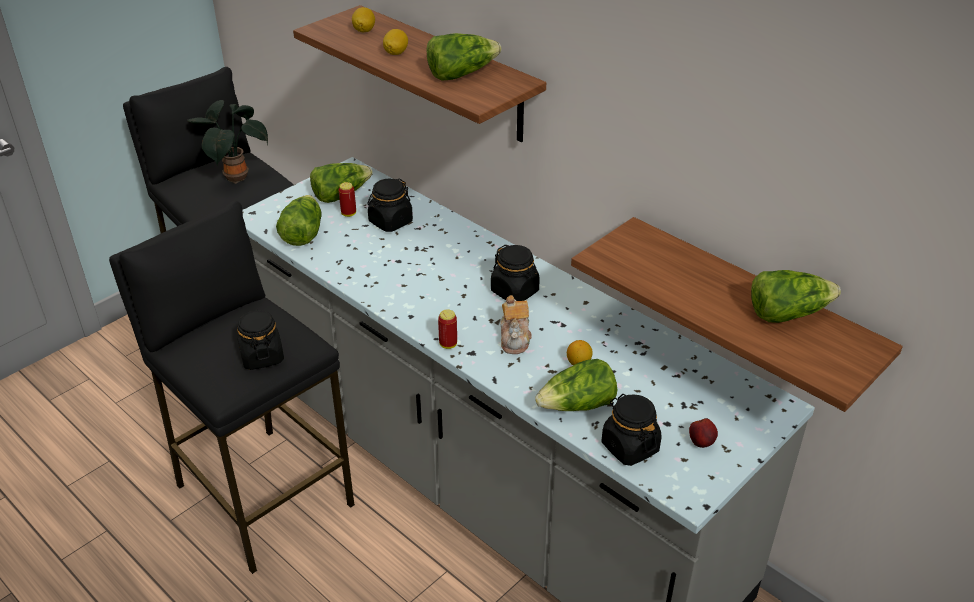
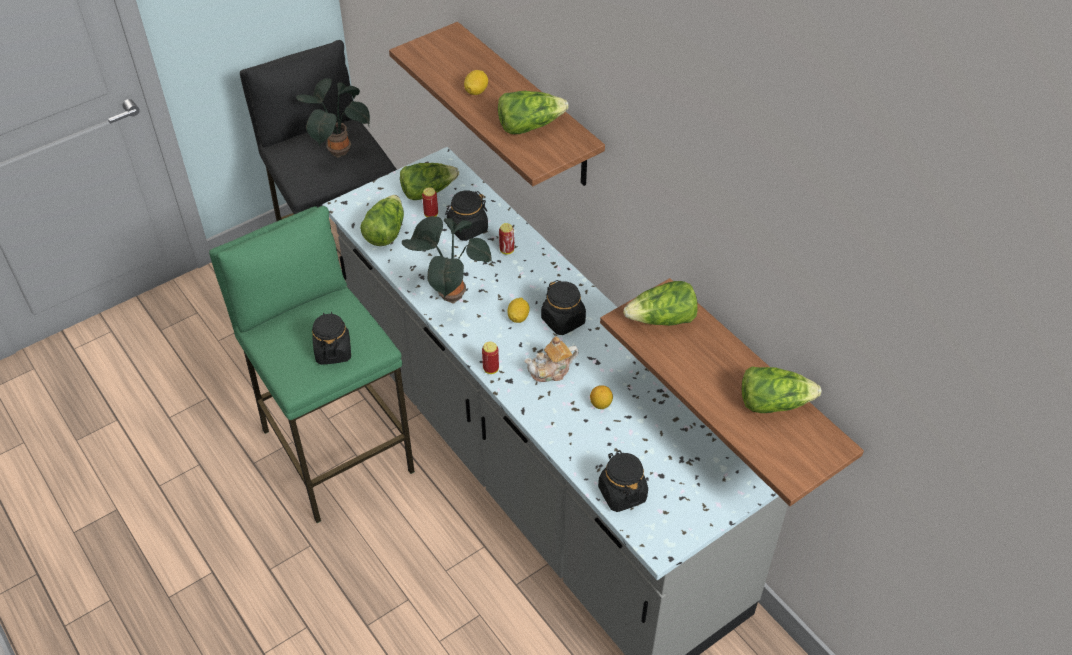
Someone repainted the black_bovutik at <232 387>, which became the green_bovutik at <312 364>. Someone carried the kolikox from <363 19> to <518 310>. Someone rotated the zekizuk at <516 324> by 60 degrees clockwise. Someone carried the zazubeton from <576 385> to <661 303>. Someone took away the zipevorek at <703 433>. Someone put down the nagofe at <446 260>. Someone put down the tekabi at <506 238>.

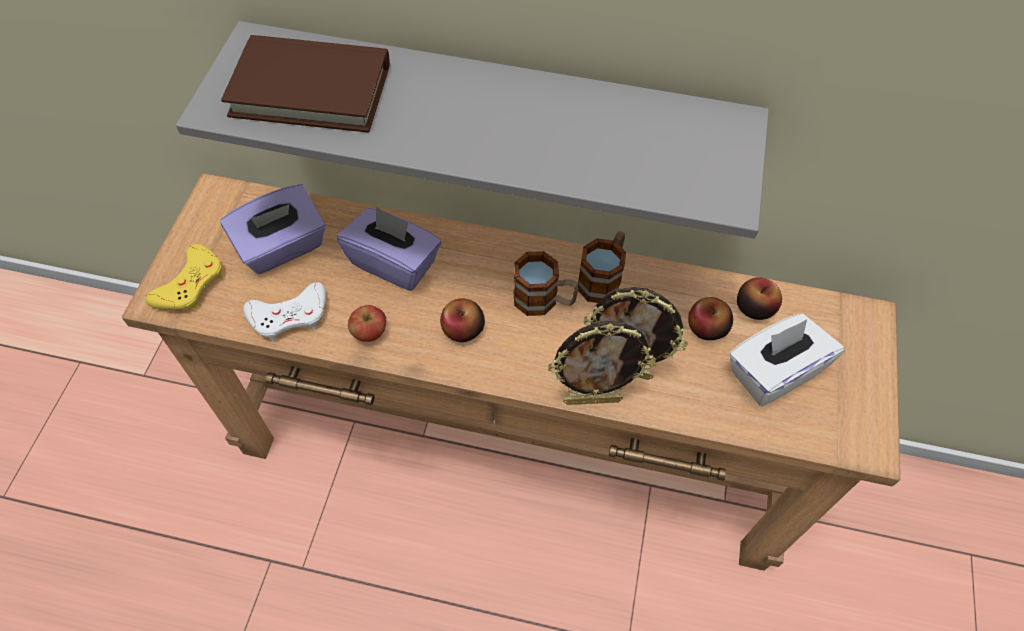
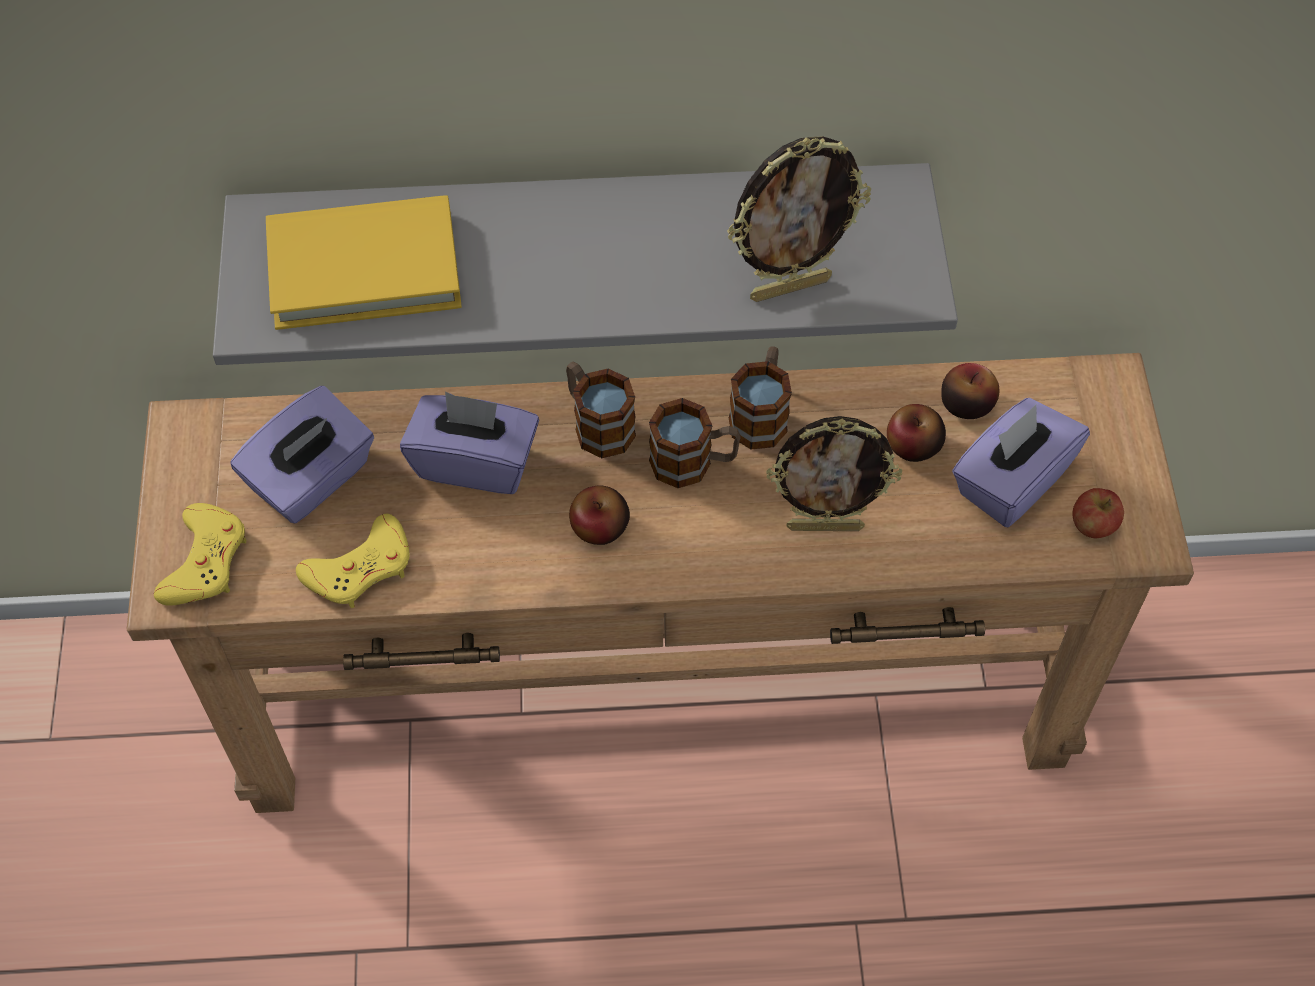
Someone repainted the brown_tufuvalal at <305 83>, which became the yellow_tufuvalal at <364 262>. Someone repainted the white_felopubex at <284 312>, which became the yellow_felopubex at <353 561>. Someone carried the zipevorek from <367 323> to <1098 513>. Someone carried the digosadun from <602 363> to <799 219>. Someone repainted the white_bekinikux at <786 359>, which became the purple_bekinikux at <1021 463>. Someone put down the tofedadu at <601 409>.

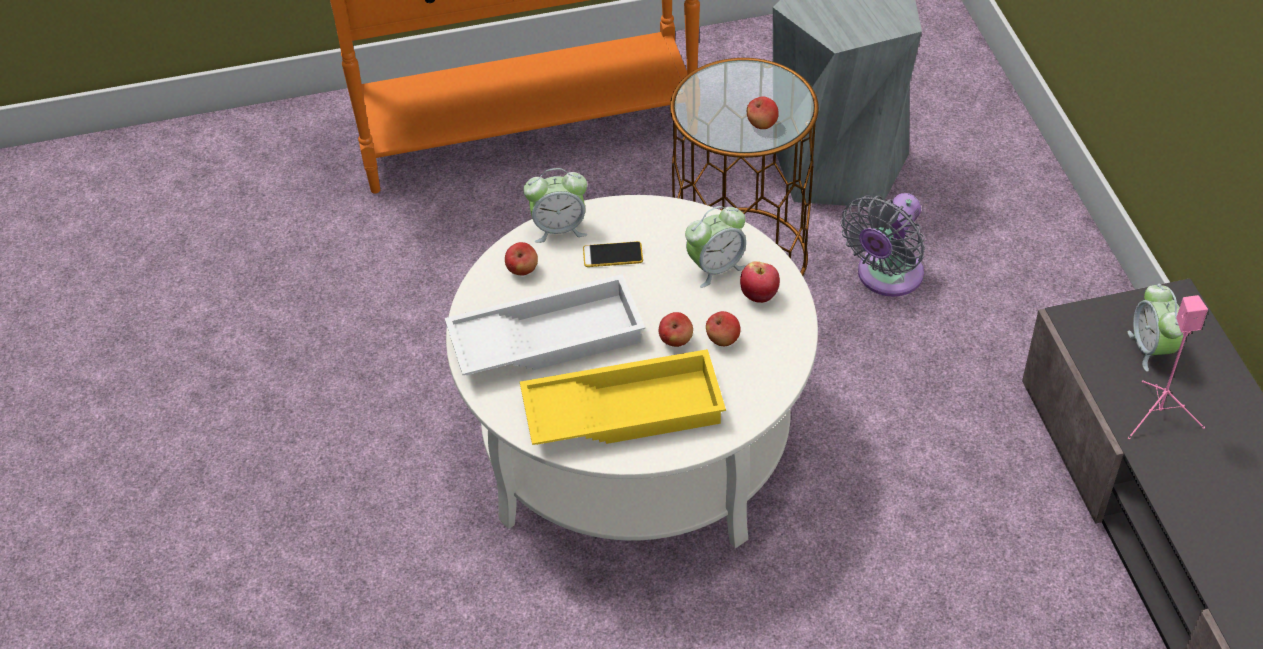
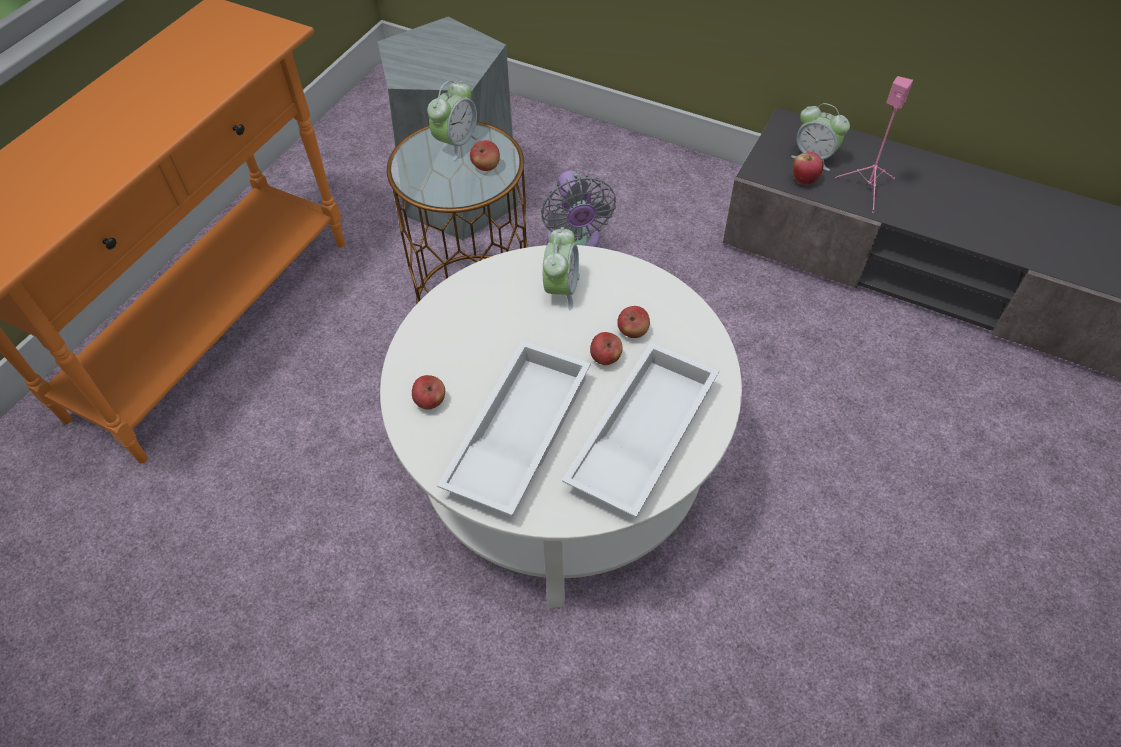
Someone repainted the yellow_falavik at <623 397>, which became the white_falavik at <640 429>. Someone carried the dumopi from <555 205> to <453 120>. Someone took away the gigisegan at <613 254>. Someone carried the zipevorek from <760 282> to <808 168>.

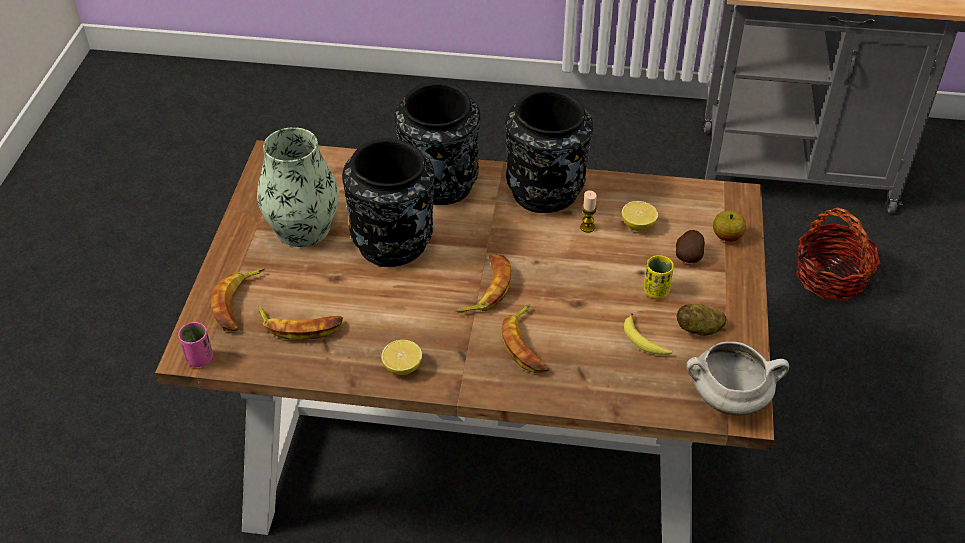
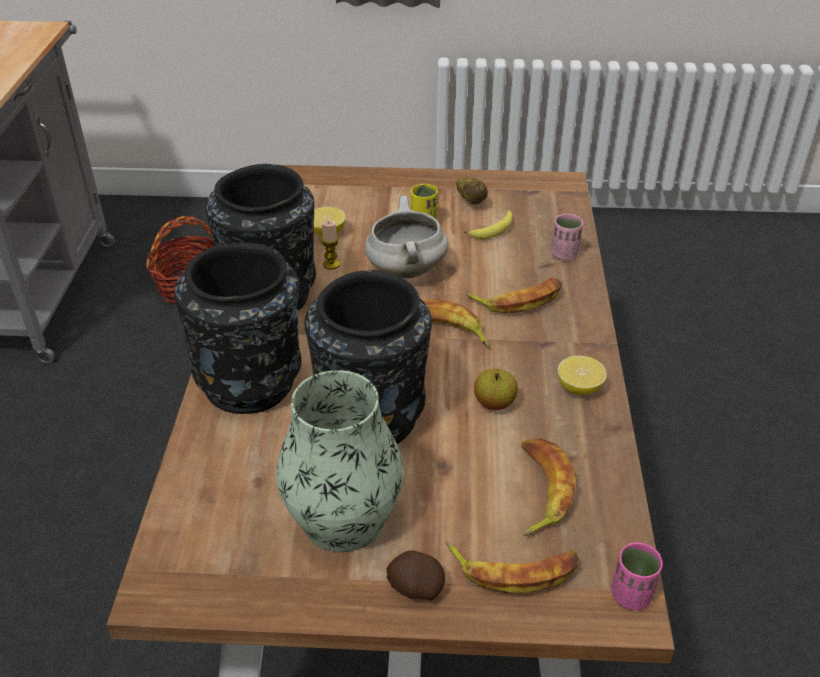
Someone carried the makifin from <690 246> to <415 575>. Someone carried the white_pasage from <737 379> to <406 237>. Someone carried the zipevorek from <729 226> to <496 389>. Someone put down the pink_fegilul at <567 237>.

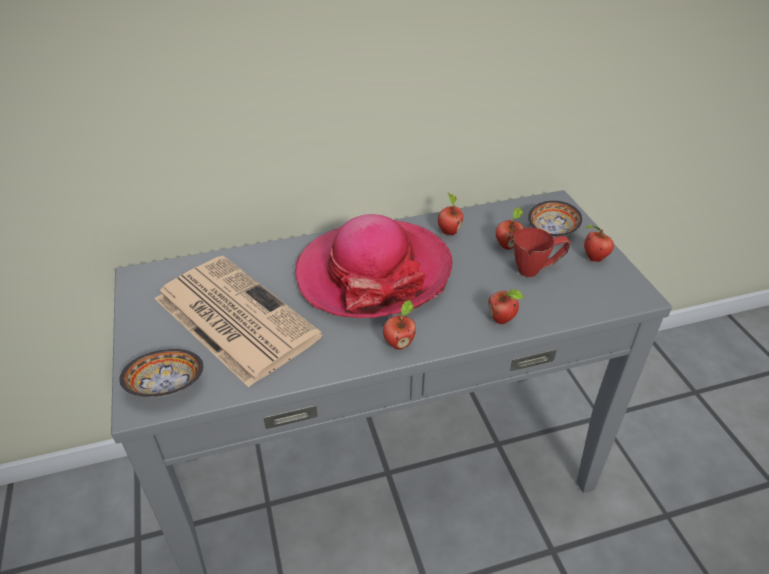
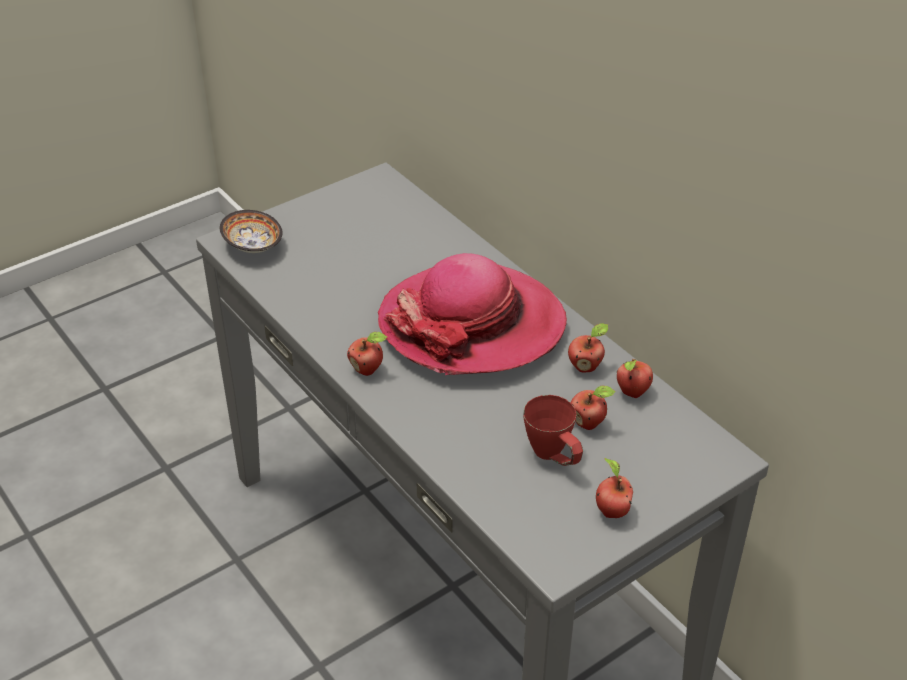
Someone took away the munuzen at <238 321>. Someone carried the zipevorek from <506 306> to <635 378>. Someone took away the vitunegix at <555 219>.

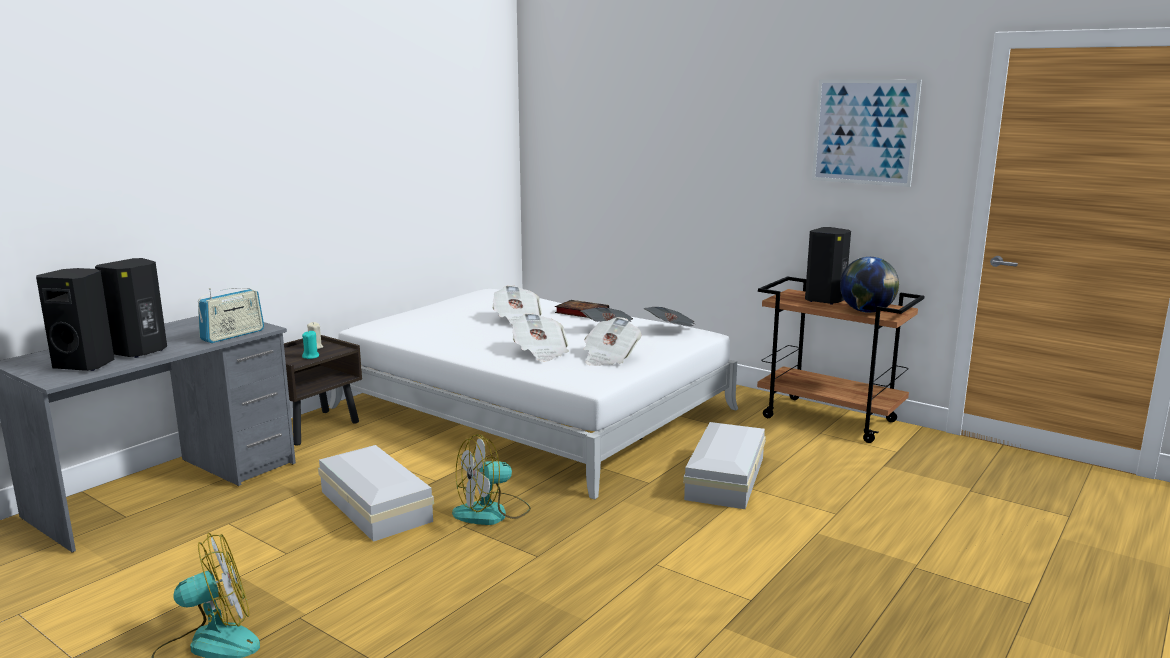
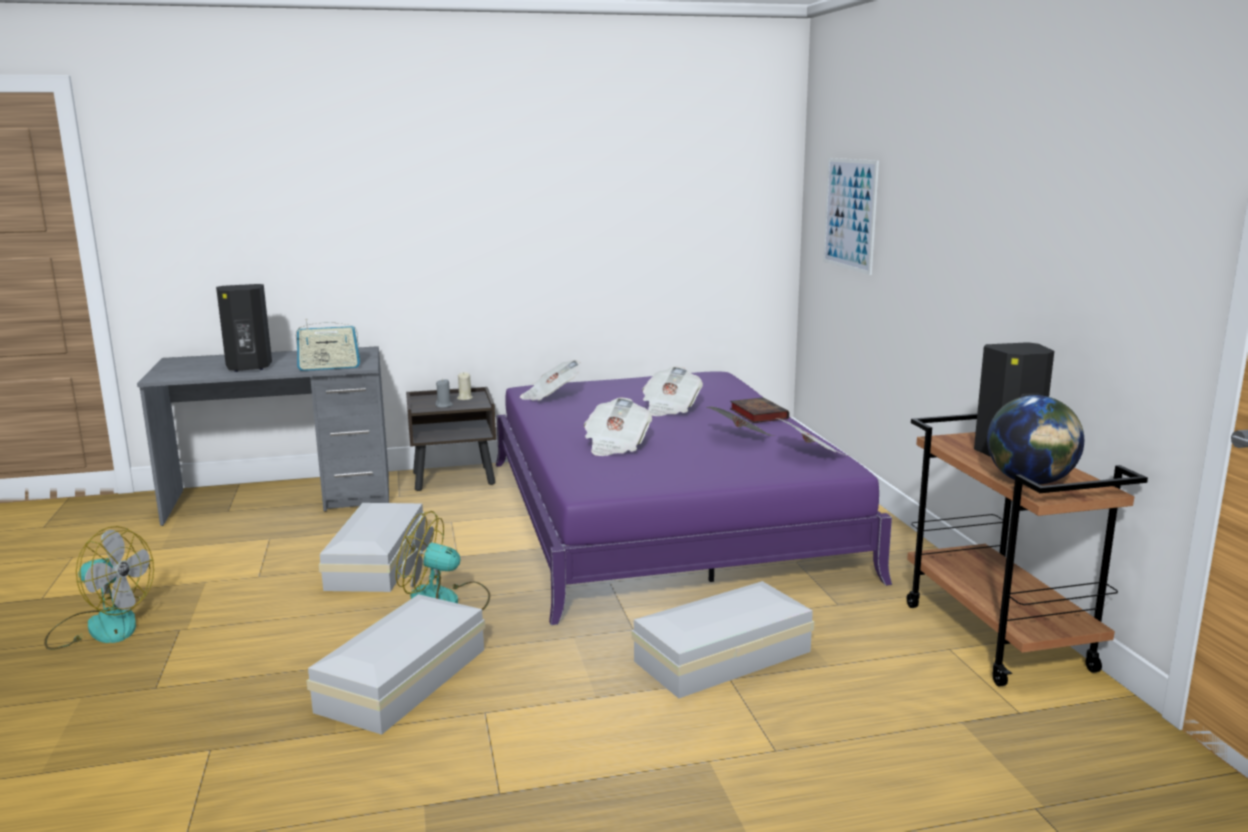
Someone took away the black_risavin at <75 319>. Someone repainted the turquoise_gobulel at <310 345>, which became the grey_gobulel at <444 393>. Someone repainted the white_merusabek at <533 394>, which became the purple_merusabek at <694 498>. Someone carried the munuzen from <613 341> to <550 380>. Someone carried the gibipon from <867 133> to <851 216>. Someone put down the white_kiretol at <395 664>.

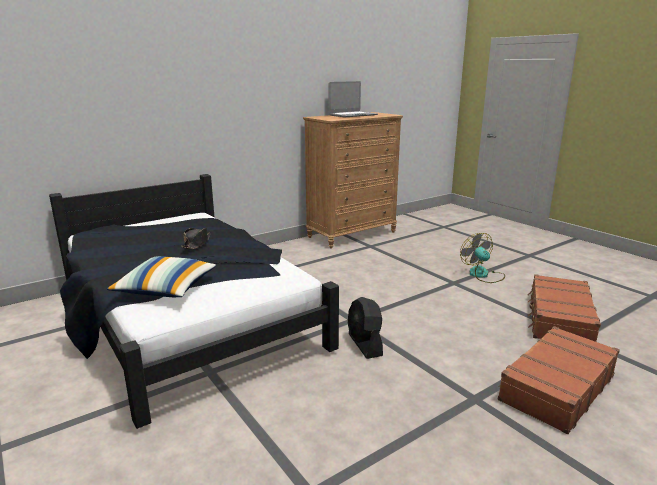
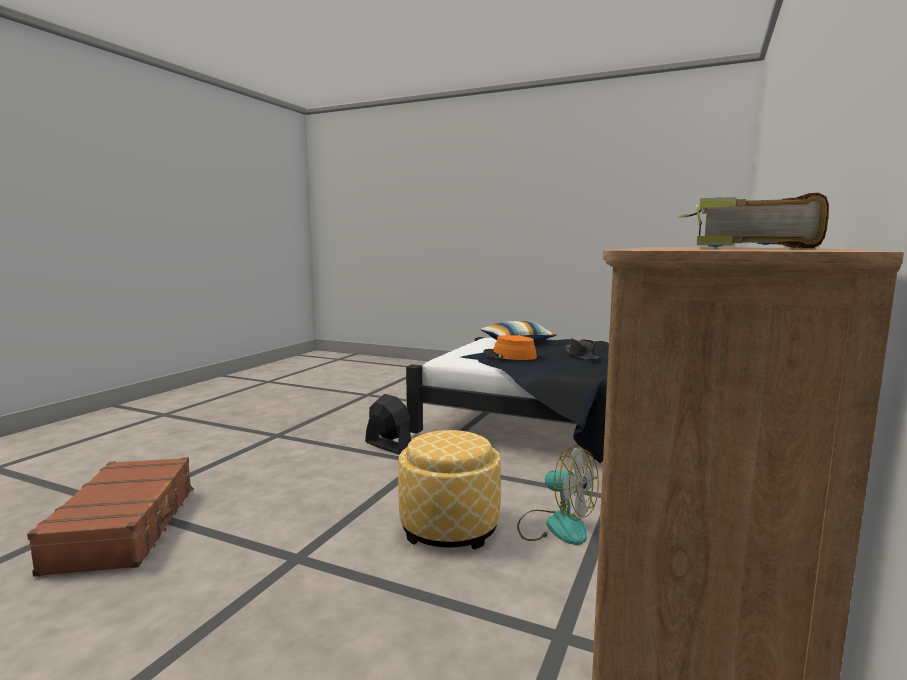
Someone swapped the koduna at <353 99> for the tufuvalal at <753 220>. Someone carried the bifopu from <482 258> to <558 495>. Someone took away the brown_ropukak at <559 380>. Someone put down the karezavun at <449 489>. Someone put down the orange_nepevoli at <510 347>.

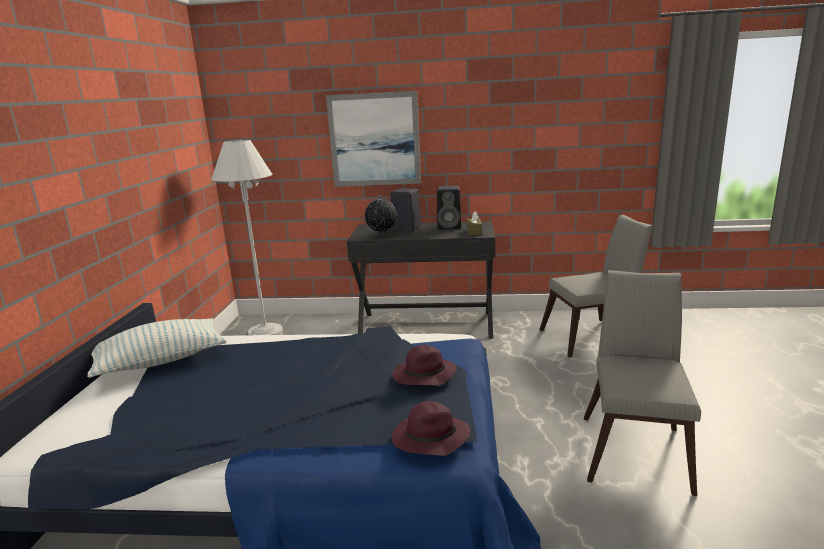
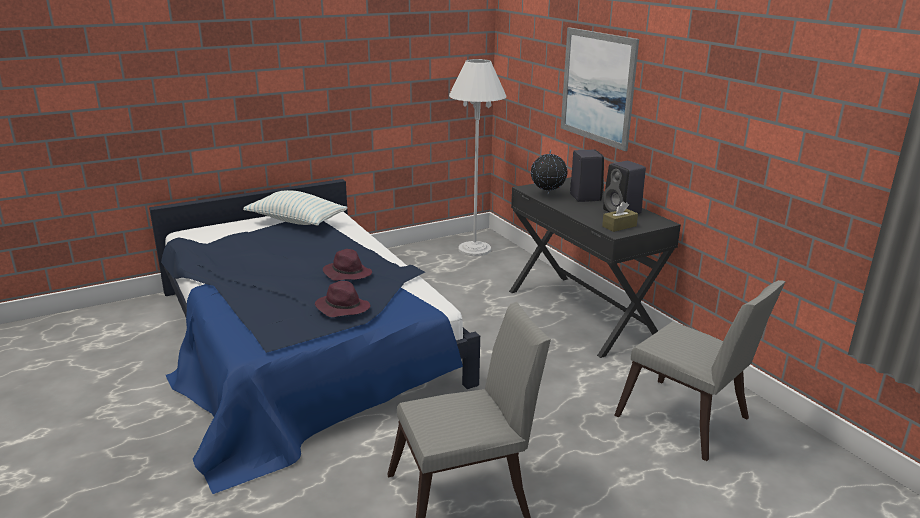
Someone carried the purple_nepevoli from <431 428> to <347 265>.

